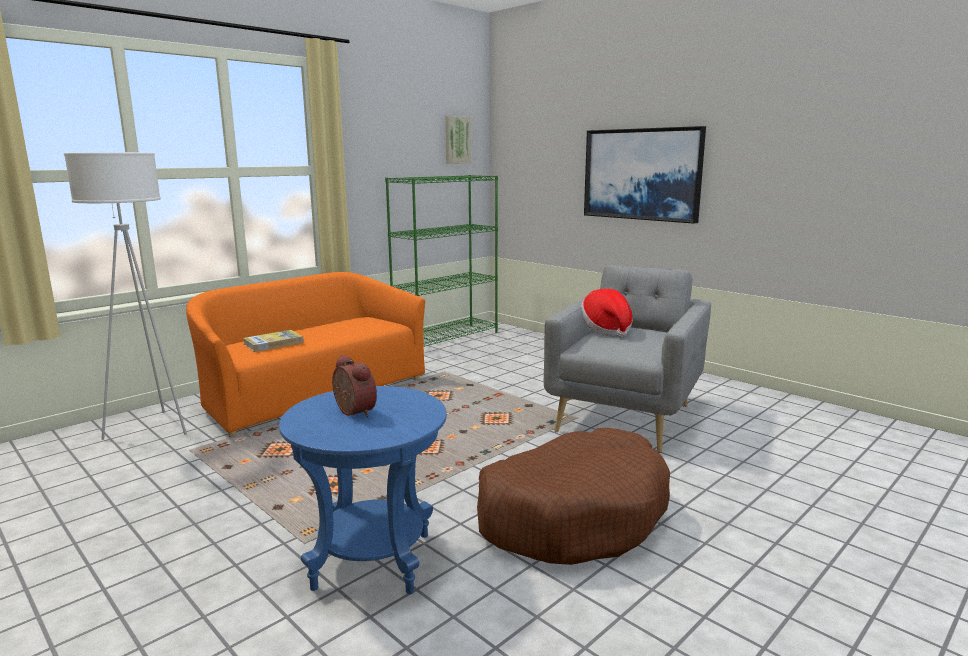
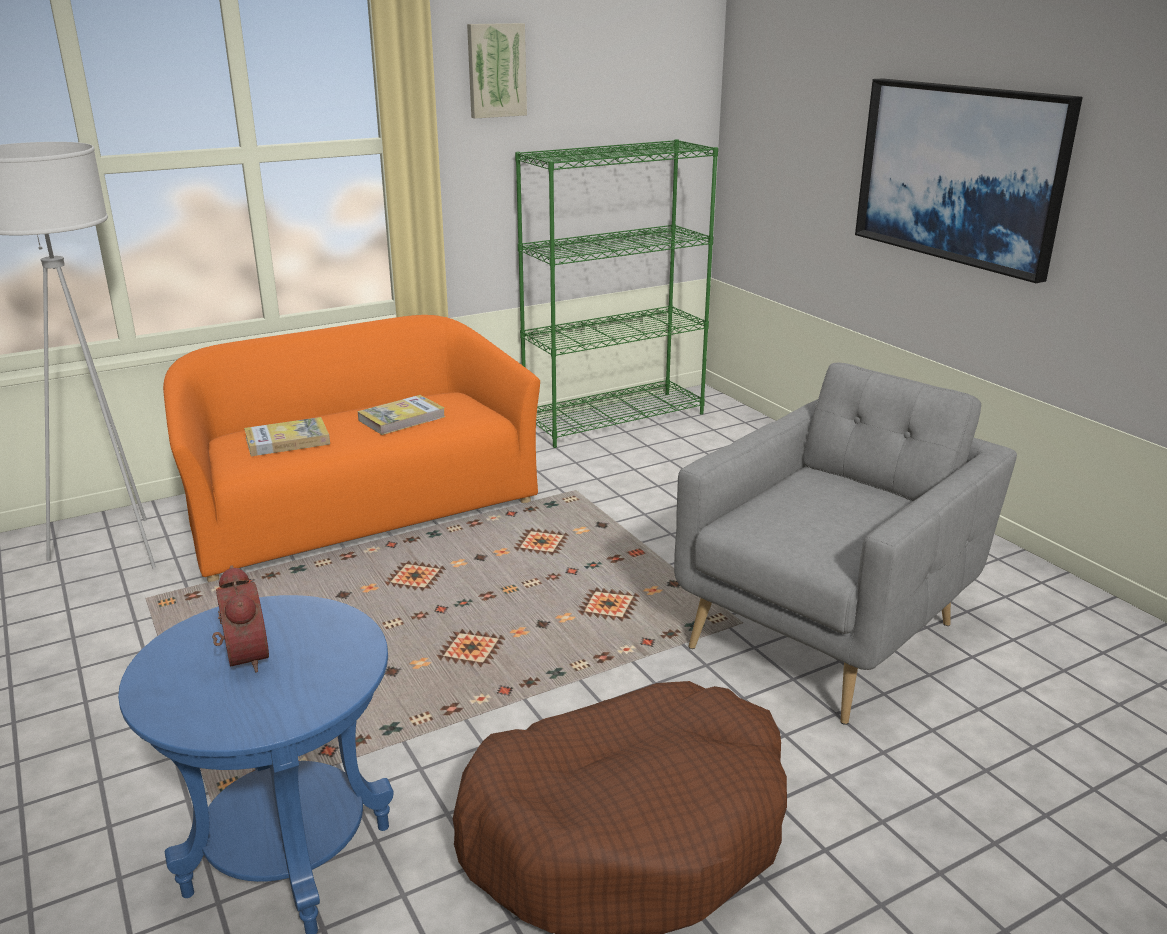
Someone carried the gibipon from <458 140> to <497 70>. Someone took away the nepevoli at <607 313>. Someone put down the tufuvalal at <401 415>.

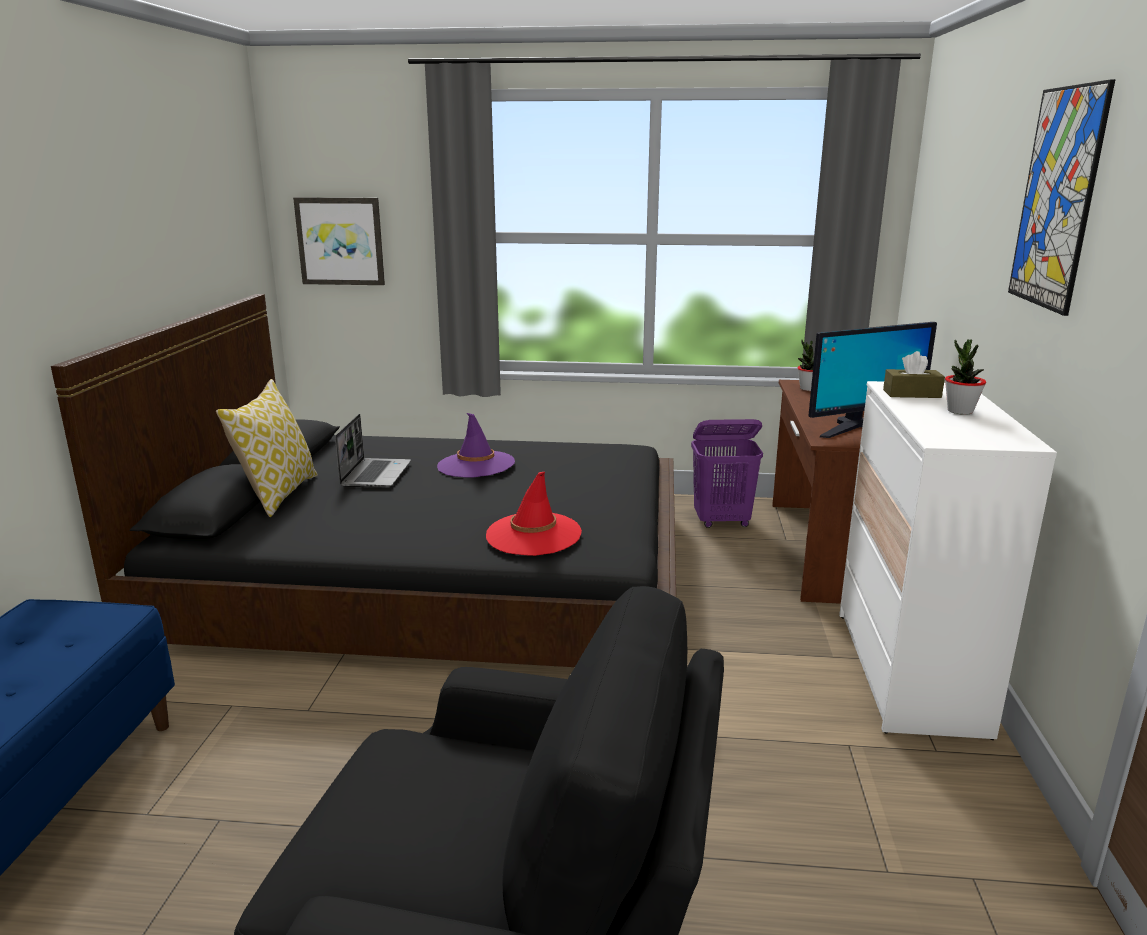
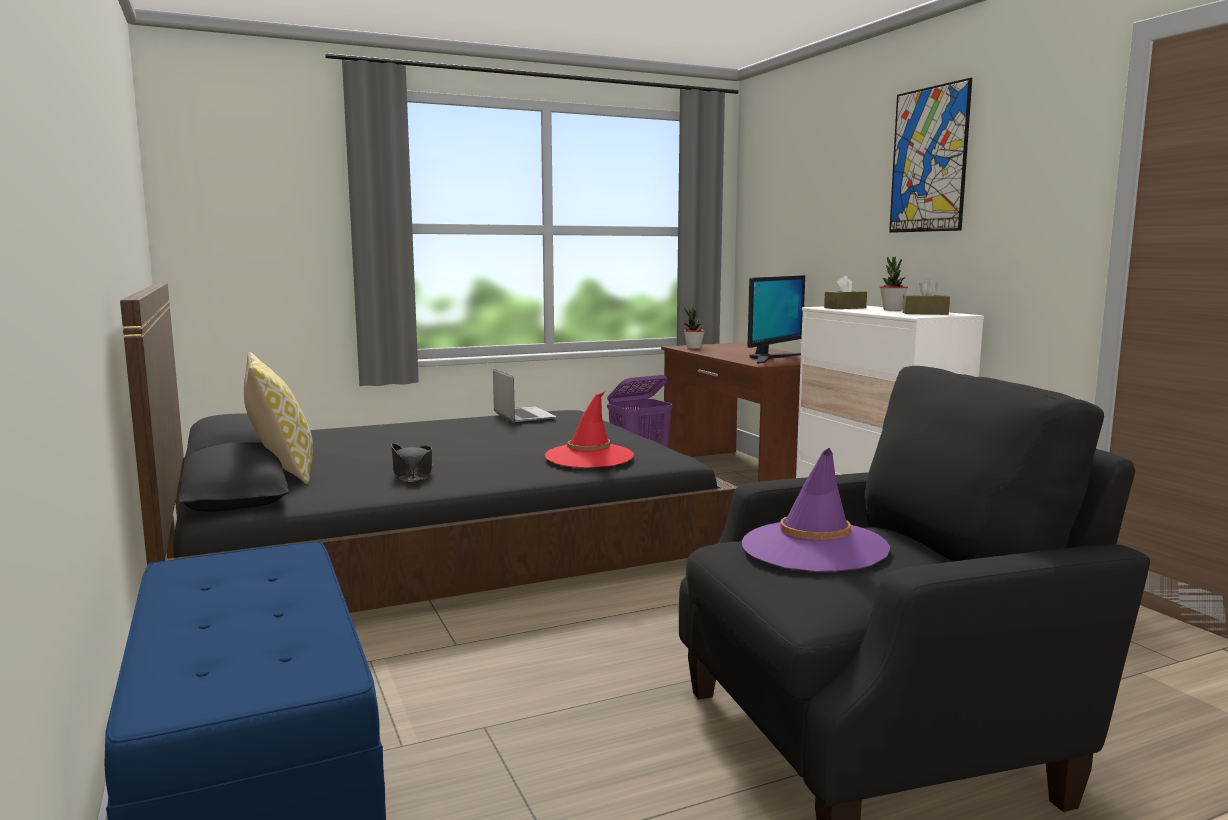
Someone took away the gibipon at <339 241>. Someone carried the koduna from <373 451> to <525 396>. Someone carried the purple_nepevoli from <476 445> to <816 510>. Someone put down the black_nepevoli at <412 463>. Someone put down the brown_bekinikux at <926 296>.

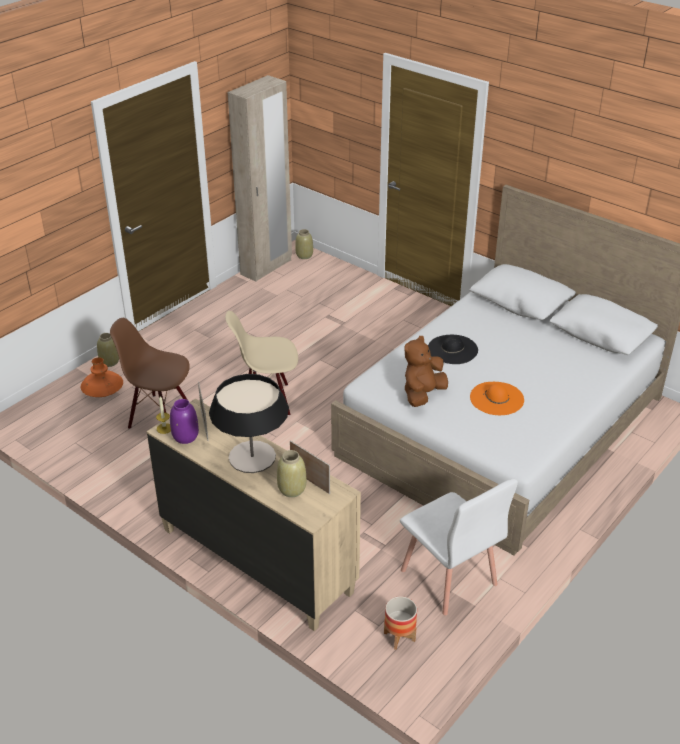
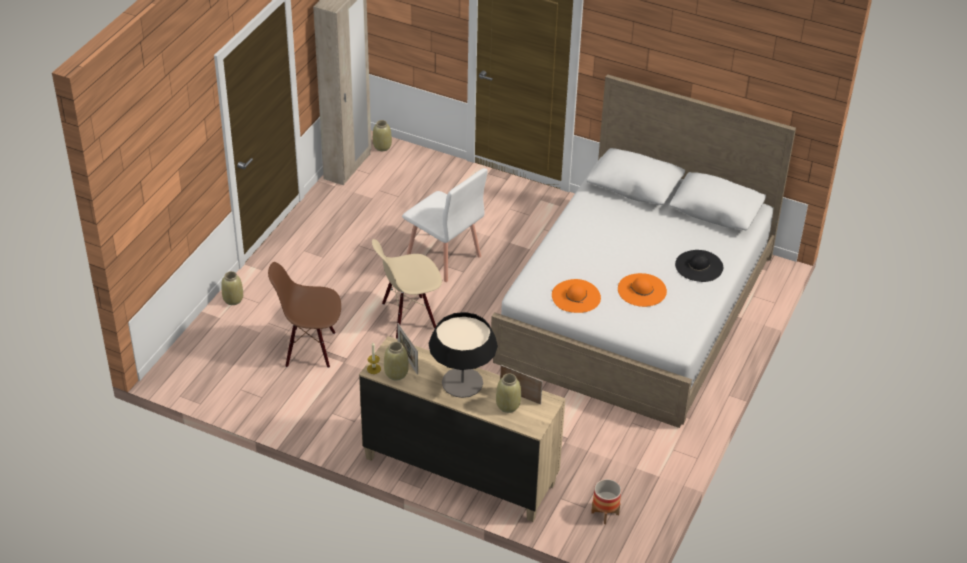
Someone took away the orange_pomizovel at <102 377>. Someone repainted the purple_pomizovel at <184 421>, which became the beige_pomizovel at <396 361>. Someone carried the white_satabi from <459 547> to <445 225>. Someone swapped the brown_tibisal at <426 371> for the orange_nepevoli at <576 296>. Someone carried the black_nepevoli from <453 349> to <699 266>.

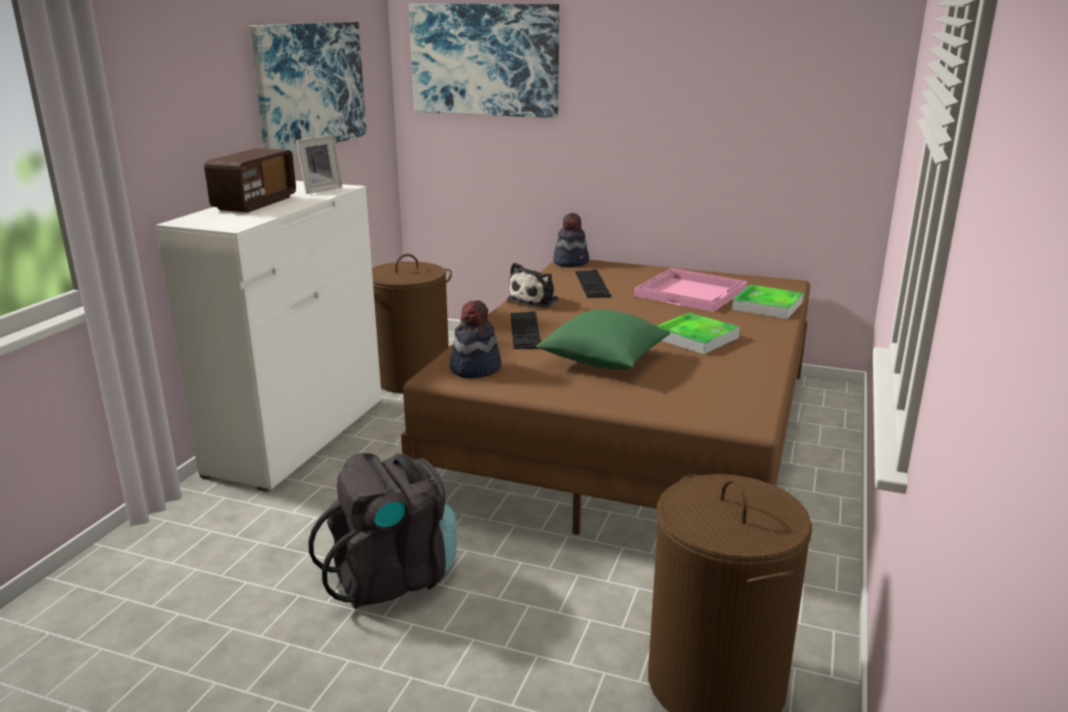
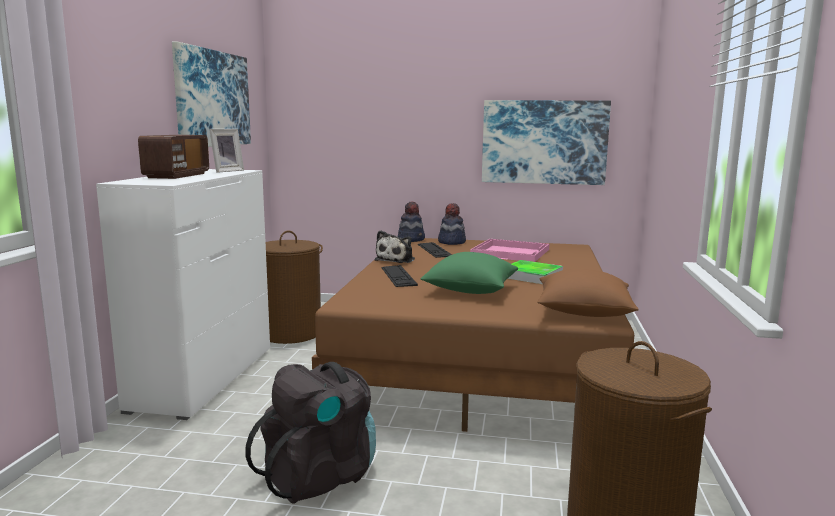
Someone carried the gibipon from <484 61> to <546 142>. Someone carried the nepevoli from <475 339> to <452 224>. Someone took away the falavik at <767 301>. Someone put down the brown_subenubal at <588 293>.

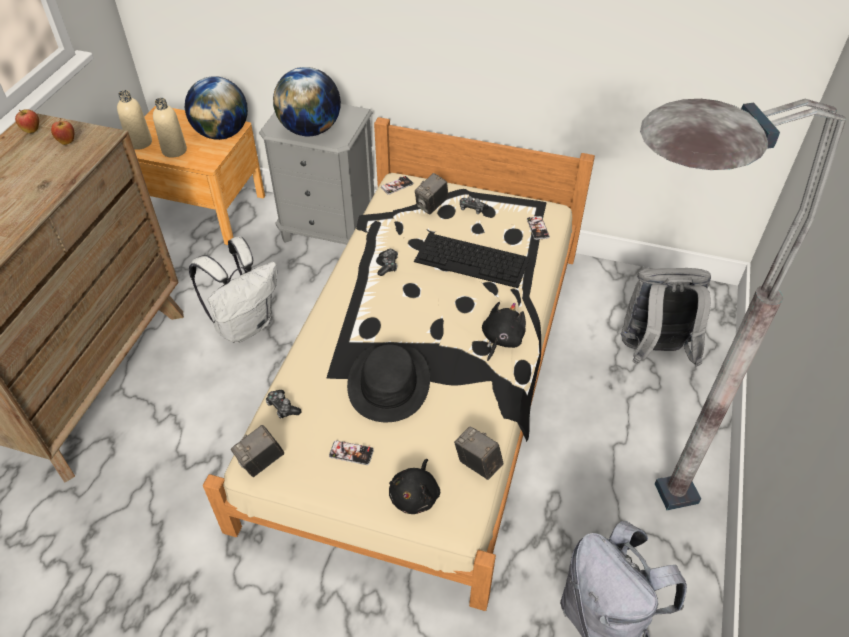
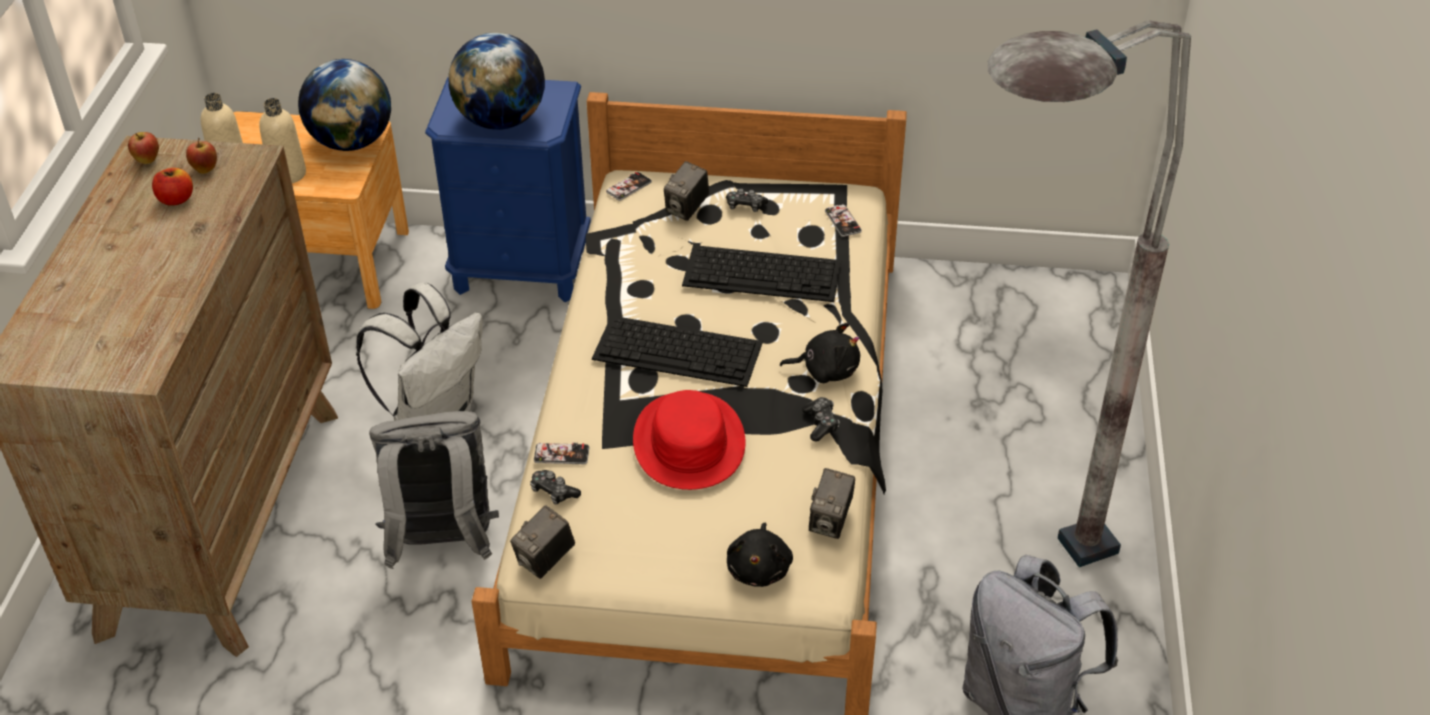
Someone repainted the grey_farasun at <316 174>, which became the blue_farasun at <508 189>. Someone carried the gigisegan from <351 452> to <562 453>. Someone repainted the black_nepevoli at <388 382>, which became the red_nepevoli at <689 440>. Someone carried the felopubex from <387 262> to <821 419>. Someone rotated the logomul at <479 453> by 105 degrees counterclockwise. Someone rotated the black_tibisal at <504 331> by 75 degrees clockwise. Someone carried the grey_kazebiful from <666 317> to <434 490>. Someone put down the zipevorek at <172 187>. Someone put down the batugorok at <677 351>.

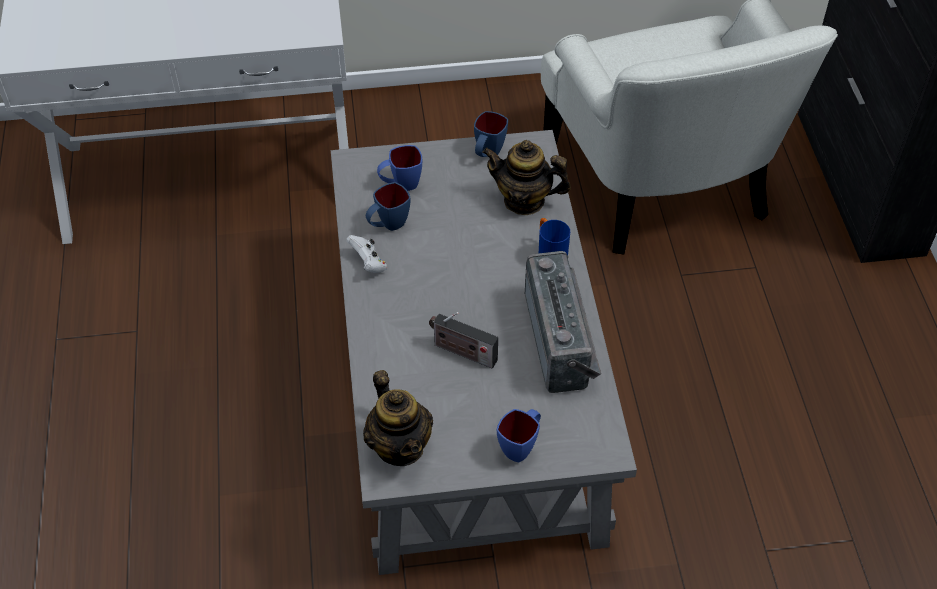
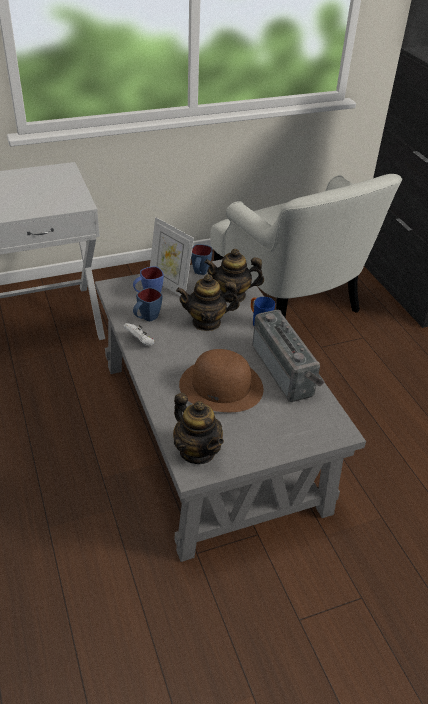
Someone swapped the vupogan at <463 340> for the brown_nepevoli at <221 380>. Someone took away the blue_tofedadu at <519 435>. Someone put down the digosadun at <172 256>. Someone put down the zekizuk at <208 302>.

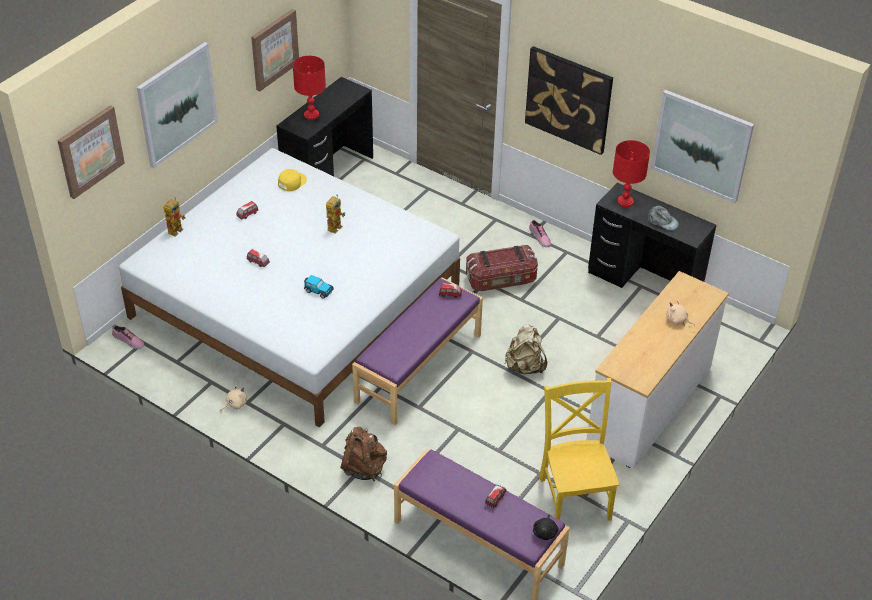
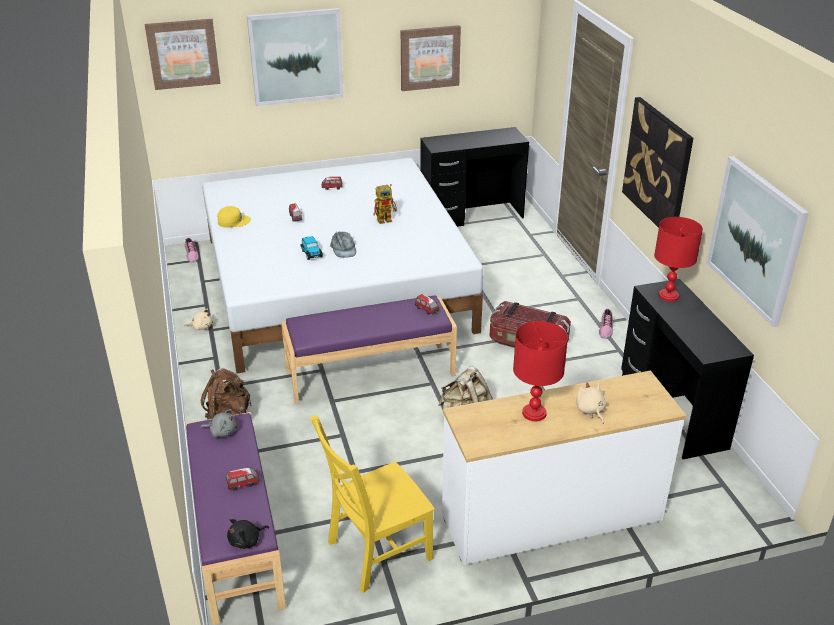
Someone took away the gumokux at <174 217>. Someone carried the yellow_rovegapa from <292 180> to <234 217>. Someone carried the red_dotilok from <309 88> to <540 371>. Someone rotated the yellow_satabi at <579 449> by 150 degrees counterclockwise. Someone carried the grey_rovegapa from <663 218> to <343 245>. Someone put down the grey_tibisal at <218 423>.

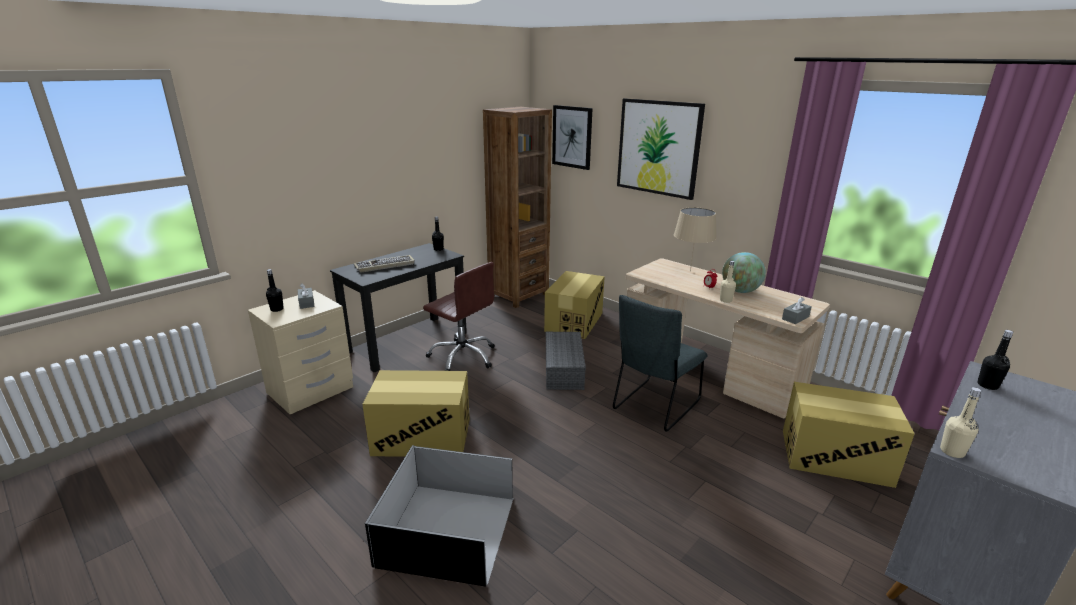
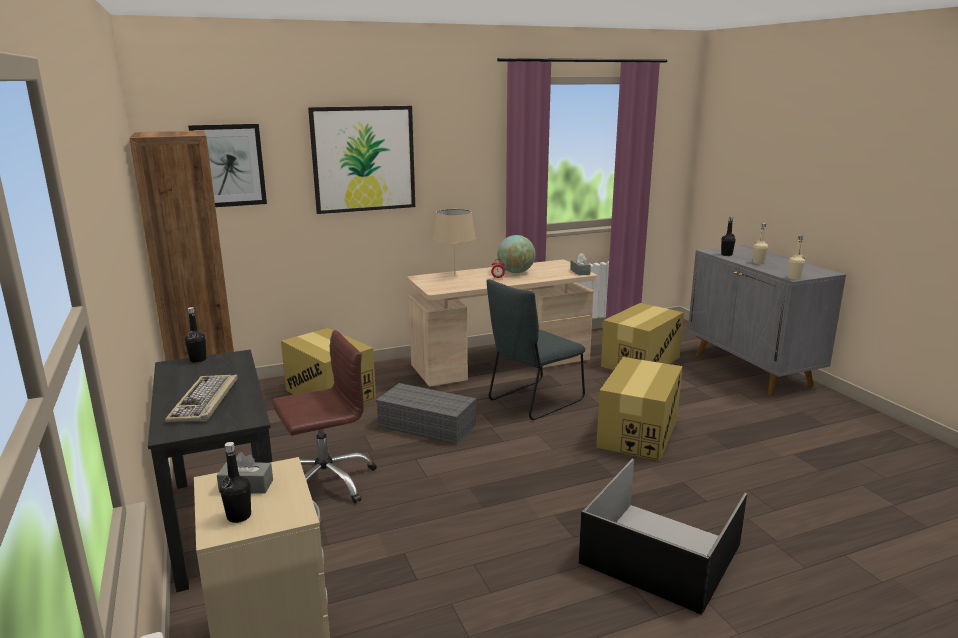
Someone carried the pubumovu from <416 413> to <639 409>. Someone rotated the grey_satabi at <660 363> by 75 degrees clockwise. Someone carried the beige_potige from <728 282> to <760 243>.

